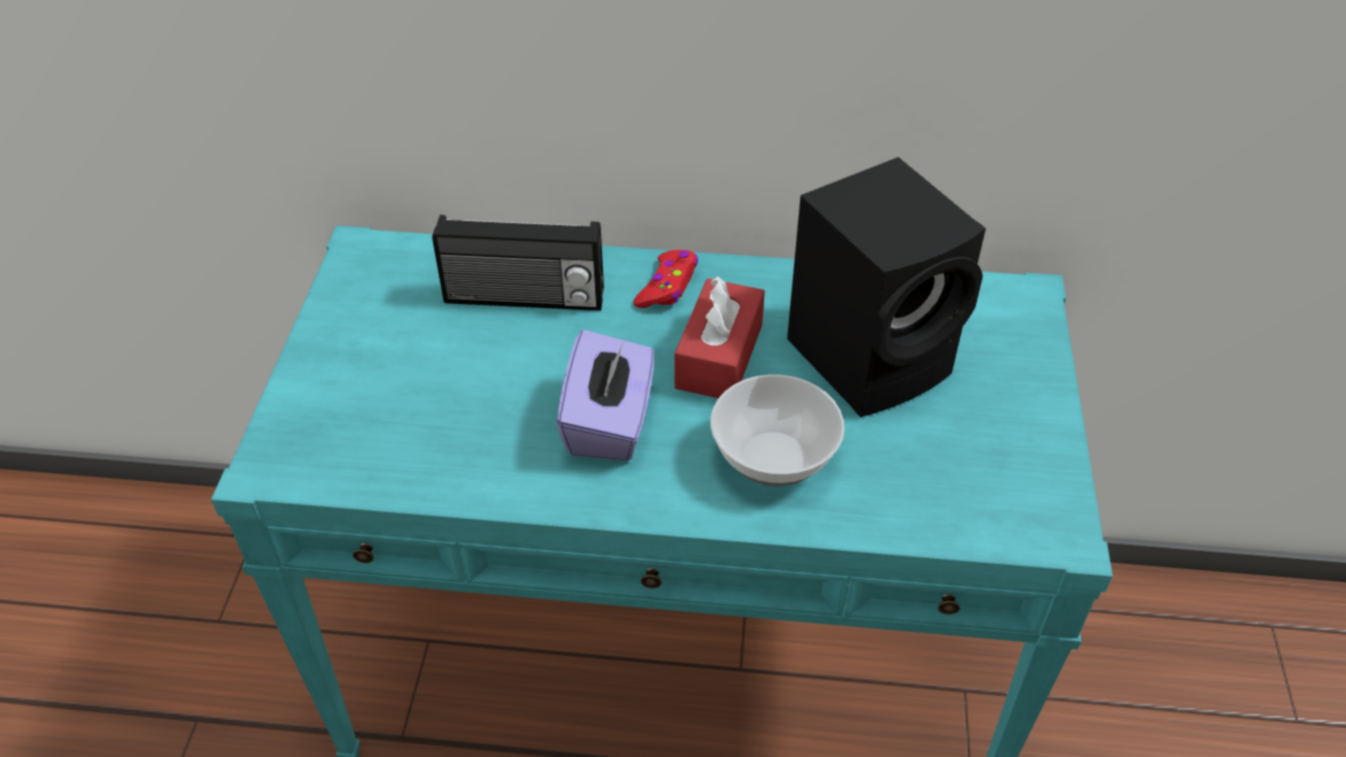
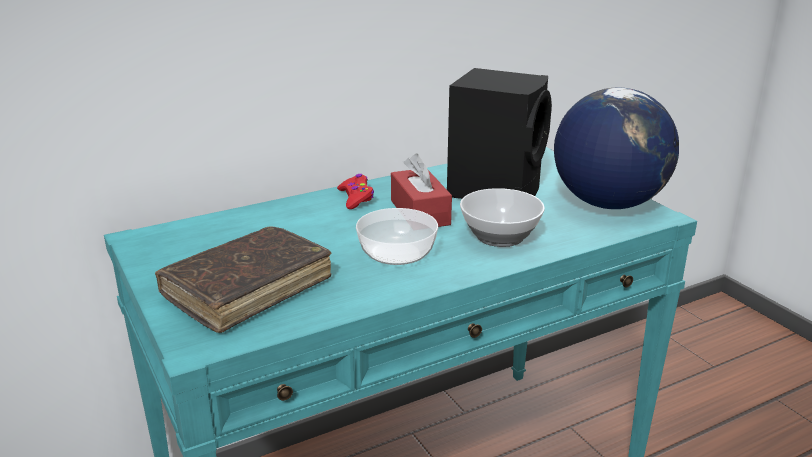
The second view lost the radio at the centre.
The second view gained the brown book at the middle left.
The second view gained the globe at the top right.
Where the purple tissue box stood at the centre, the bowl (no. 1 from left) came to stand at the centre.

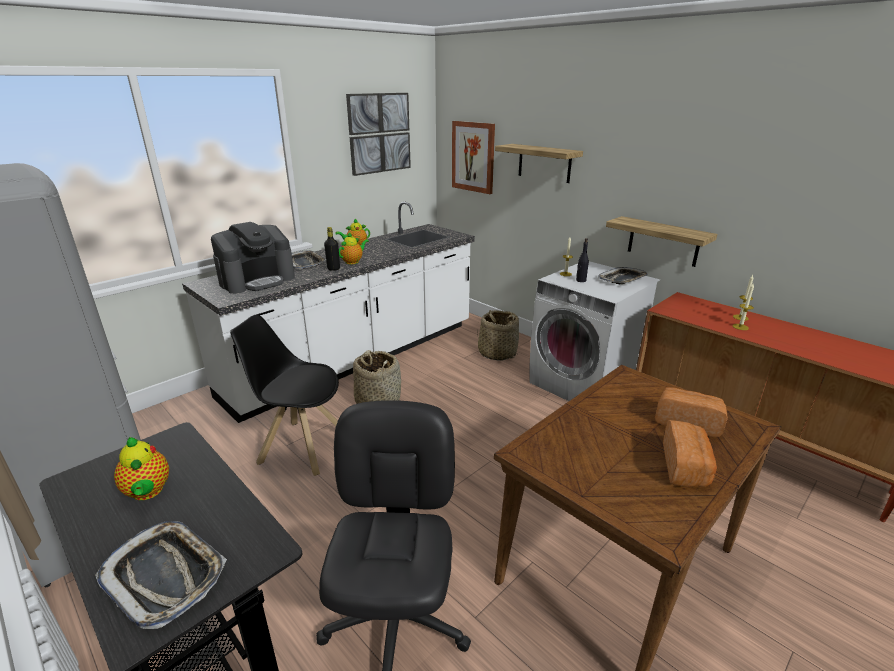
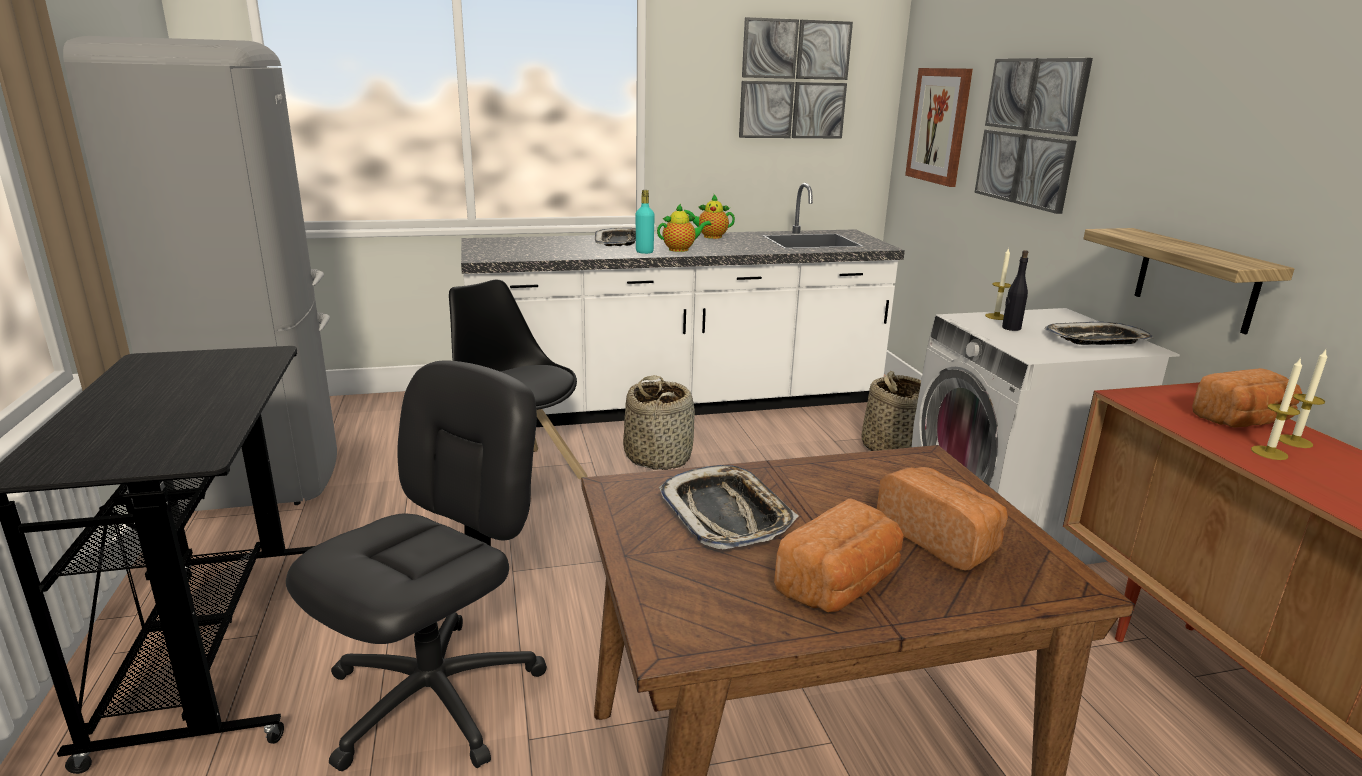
The second view lost the teapot (no. 1 from left) at the bottom left.
The second view lost the coffee machine at the middle left.
The second view gained the bread (no. 3 from left) at the middle right.
The tray (no. 1 from left in the first image) ended up elsewhere, having gone from the bottom left to the centre.
Where the shelf (no. 1 from left) hung at the top centre, the picture (no. 3 from left) came to hang at the top right.
What was the black bottle (no. 1 from left) at the centre turned into the turquoise bottle at the top centre.

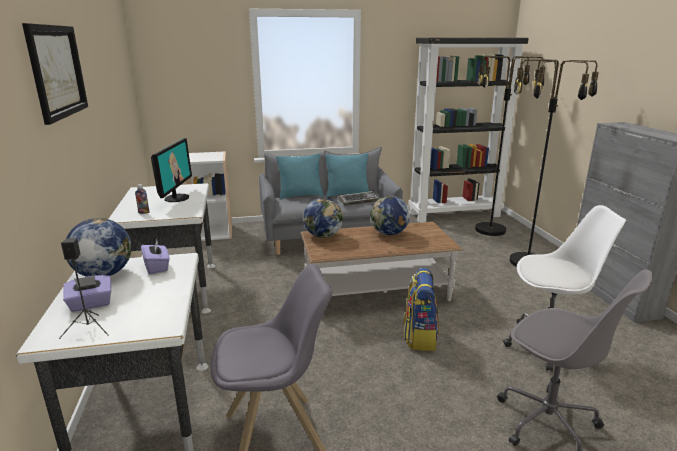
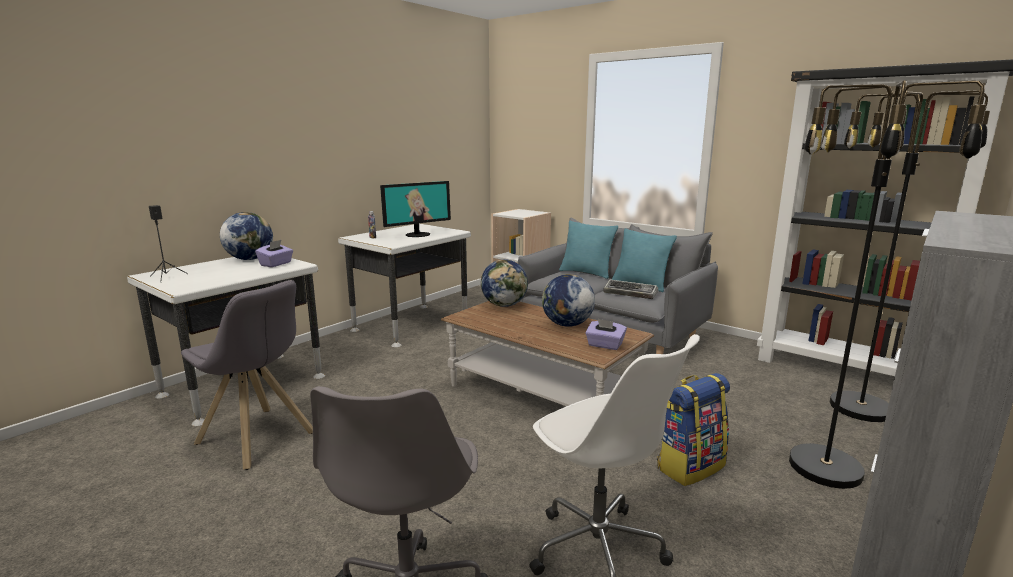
The second view lost the picture at the top left.
The purple tissue box (no. 1 from left in the first image) ended up elsewhere, having gone from the middle left to the centre.
The backpack ended up elsewhere, having gone from the bottom centre to the bottom right.

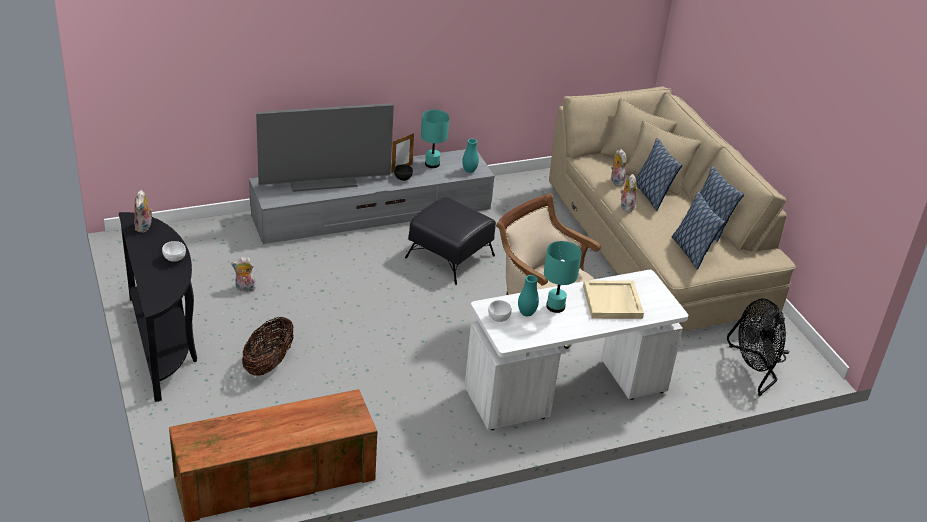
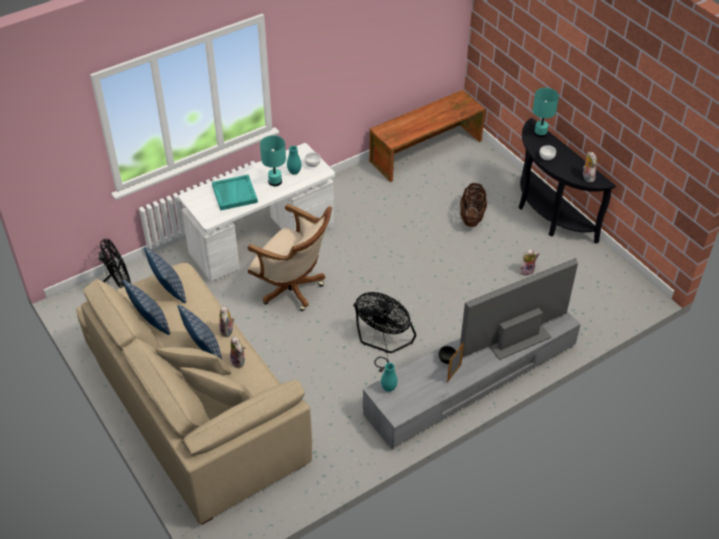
The turquoise table lamp (no. 1 from left in the first image) ended up elsewhere, having gone from the top centre to the top right.
Where the black ottoman stood at the centre, the black fan (no. 2 from left) came to stand at the centre.
What was the beige tray at the centre turned into the turquoise tray at the middle left.

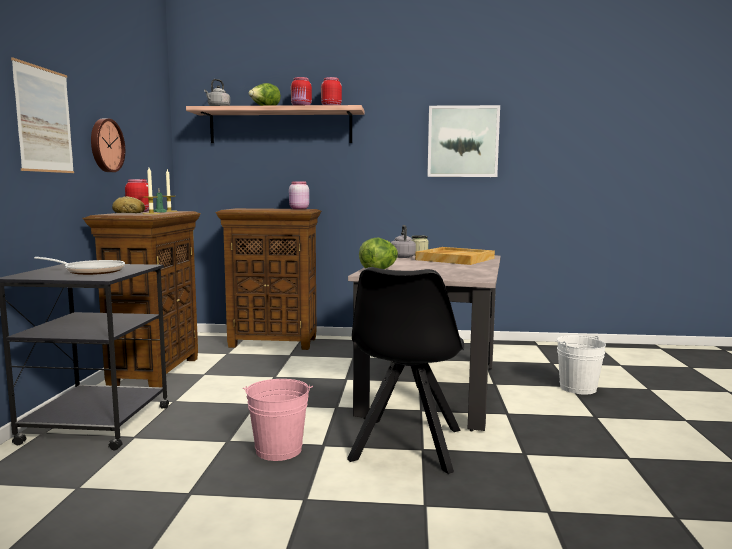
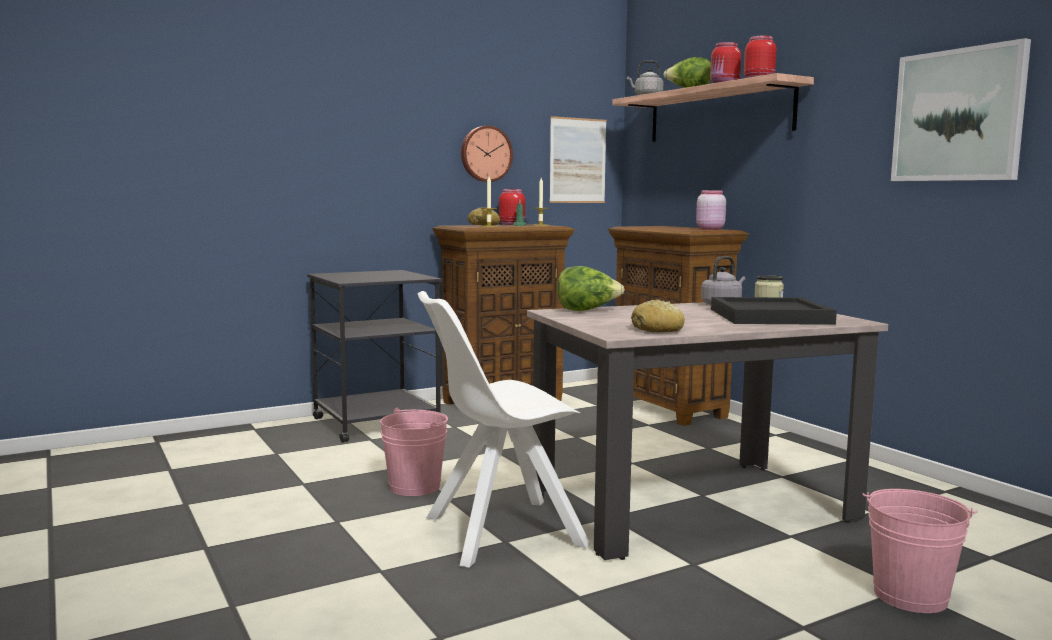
The second view lost the frying pan at the middle left.
The second view gained the bread (no. 2 from left) at the centre.
The picture (no. 1 from left) ended up elsewhere, having gone from the top left to the top centre.
What was the black chair at the bottom centre turned into the white chair at the bottom centre.
What was the beige tray at the centre turned into the black tray at the middle right.
What was the white bucket at the middle right turned into the pink bucket (no. 2 from left) at the bottom right.

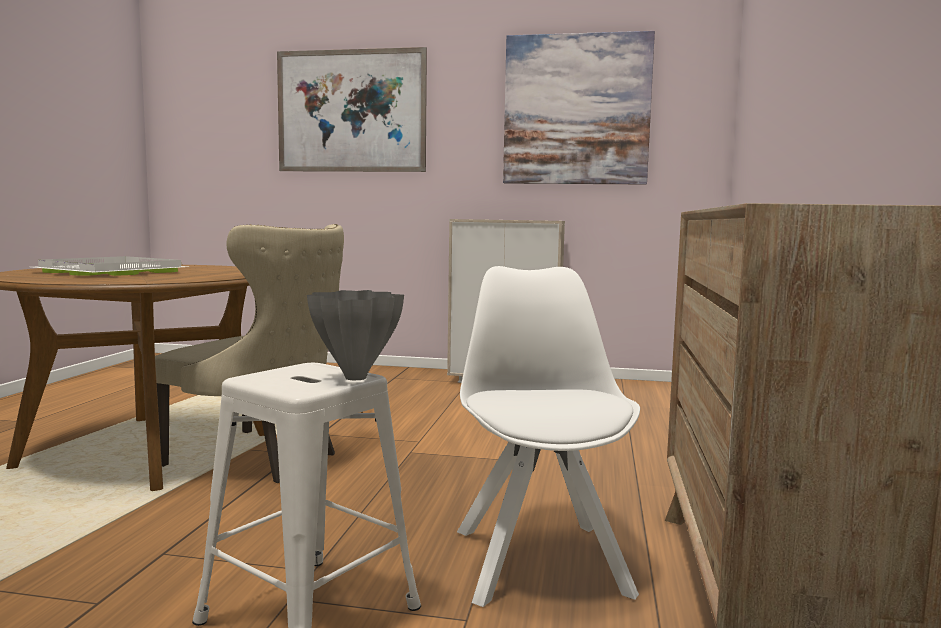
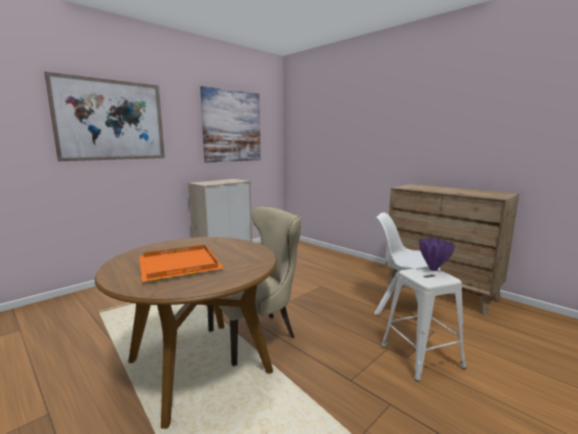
What was the white tray at the middle left turned into the orange tray at the middle left.
What was the grey vase at the centre turned into the purple vase at the middle right.

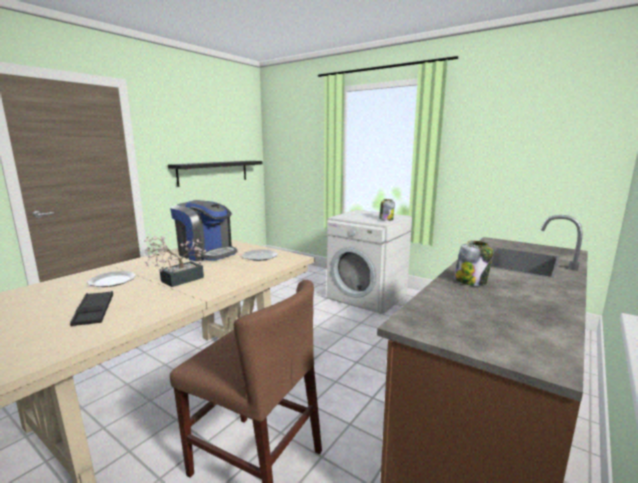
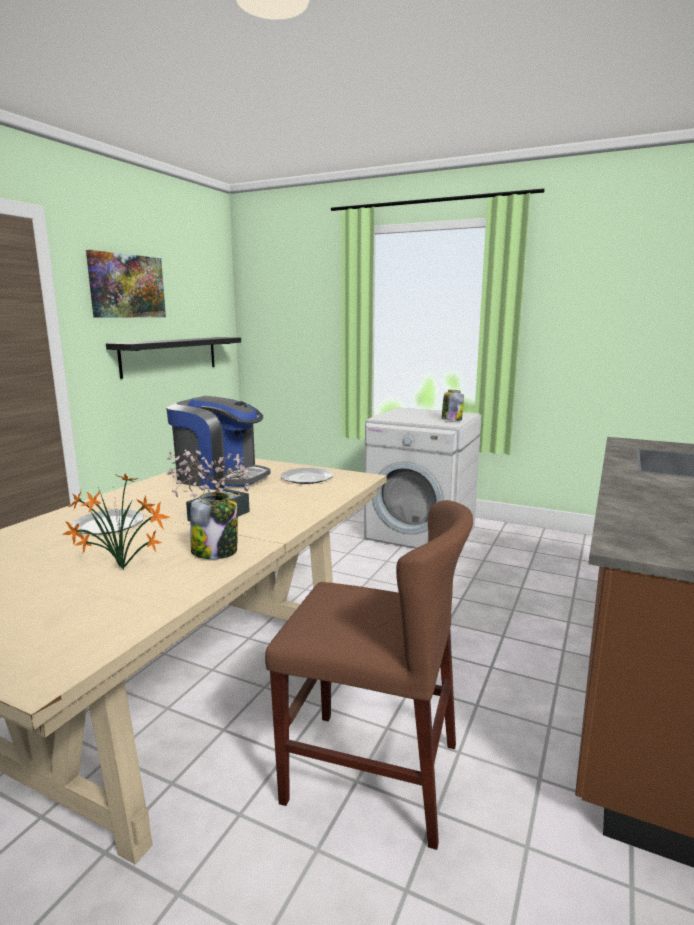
The second view gained the picture at the top left.
The jar (no. 2 from left in the first image) ended up elsewhere, having gone from the middle right to the middle left.
Where the black tray stood at the middle left, the potted plant (no. 1 from left) came to stand at the middle left.

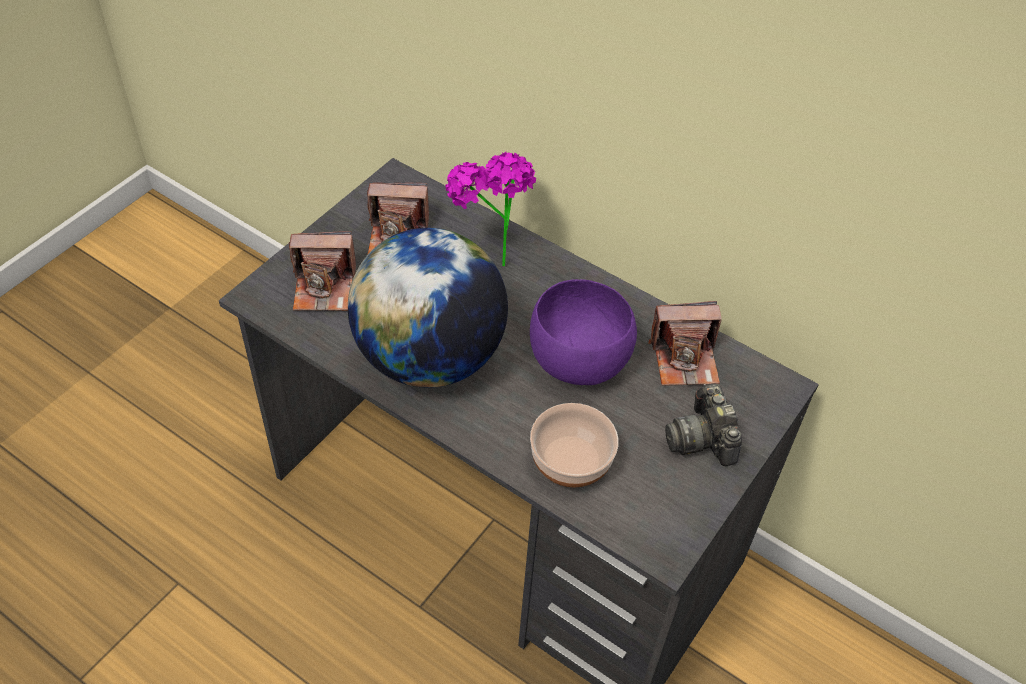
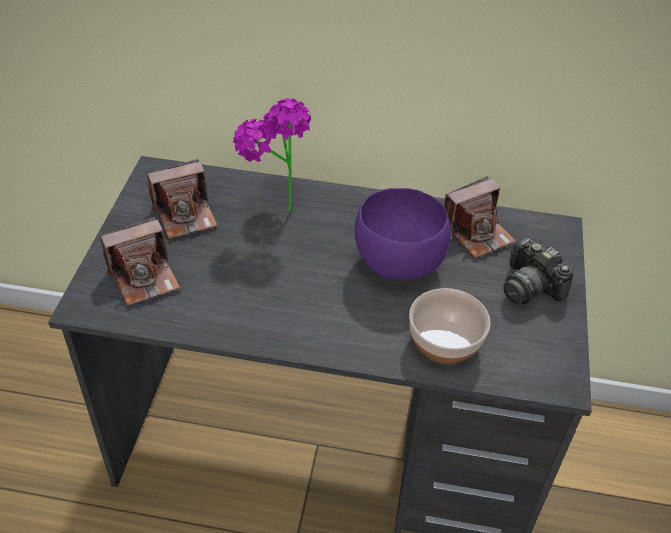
The second view lost the globe at the centre.

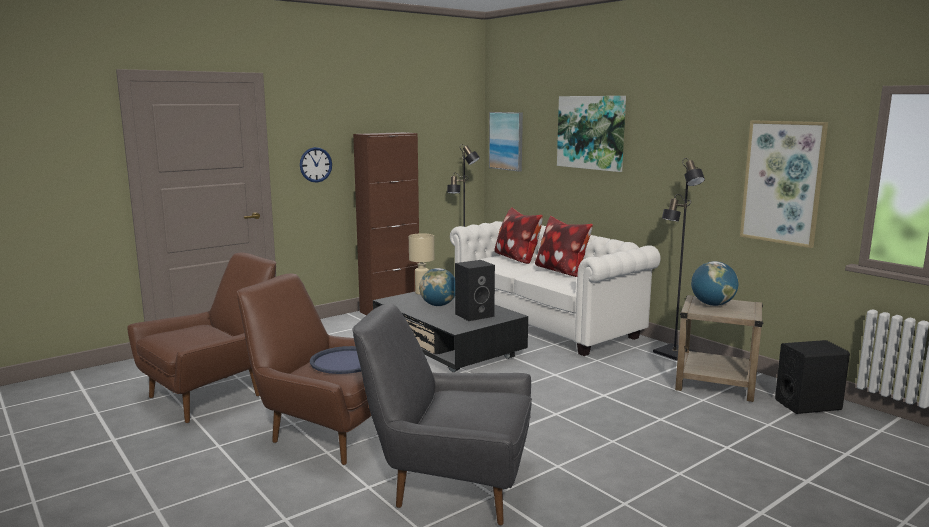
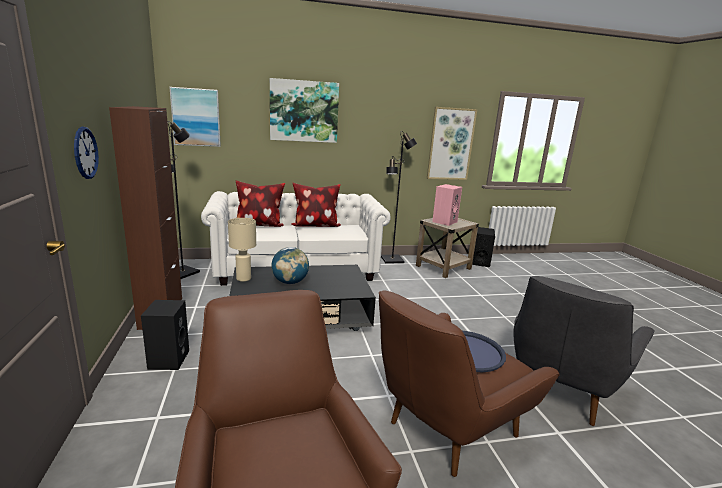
The black speaker (no. 1 from left) ended up elsewhere, having gone from the centre to the bottom left.
Where the globe (no. 2 from left) stood at the middle right, the pink speaker came to stand at the centre.

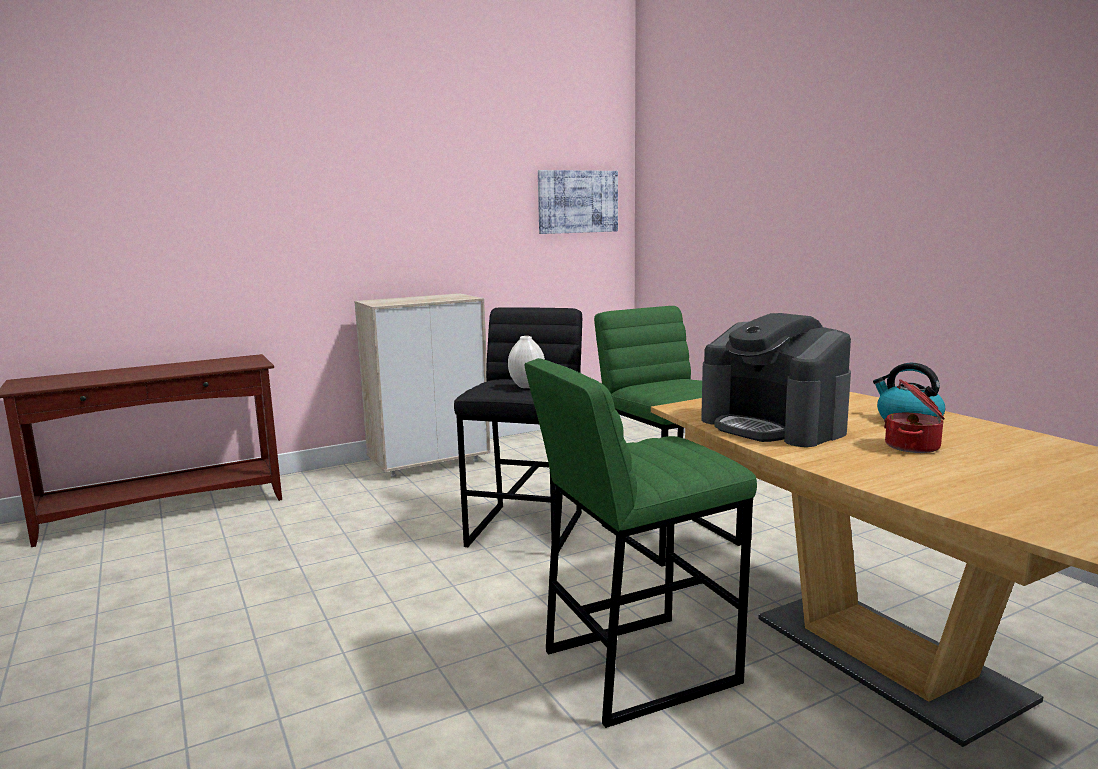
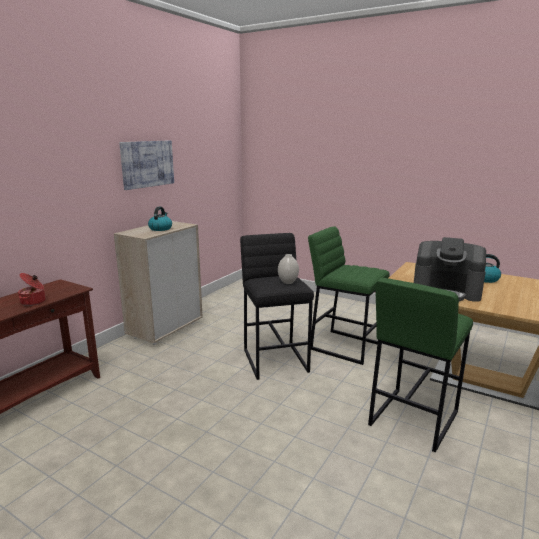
The second view gained the kettle (no. 1 from left) at the middle left.
The picture ended up elsewhere, having gone from the top centre to the top left.
The cooking pot ended up elsewhere, having gone from the middle right to the middle left.

